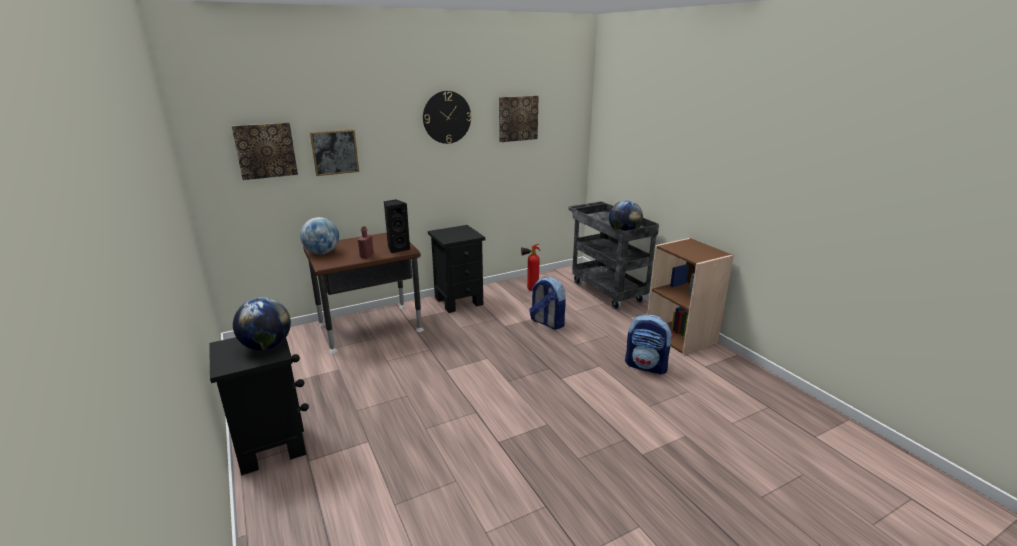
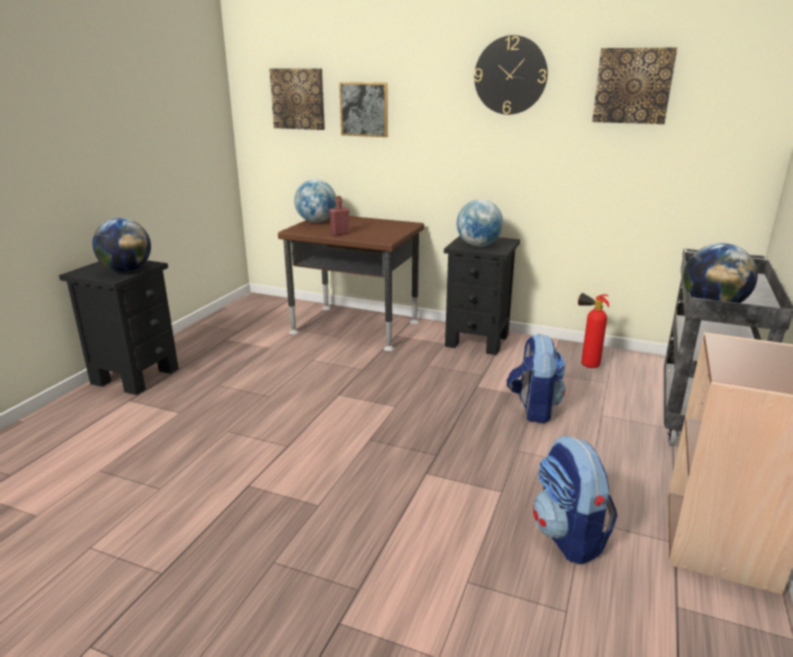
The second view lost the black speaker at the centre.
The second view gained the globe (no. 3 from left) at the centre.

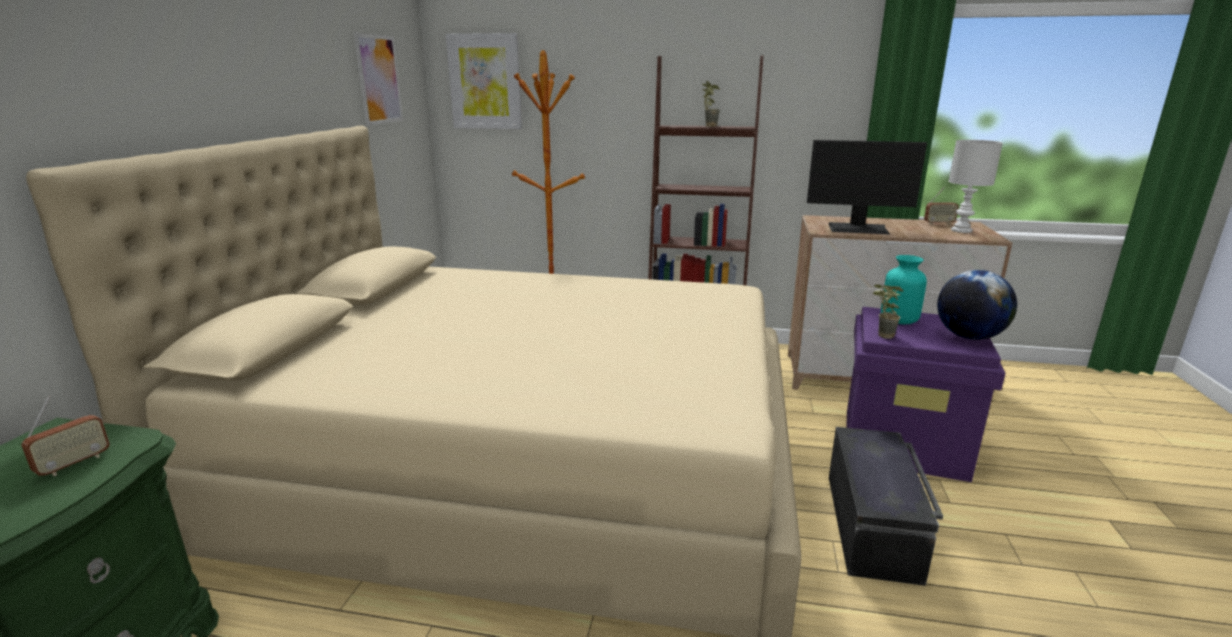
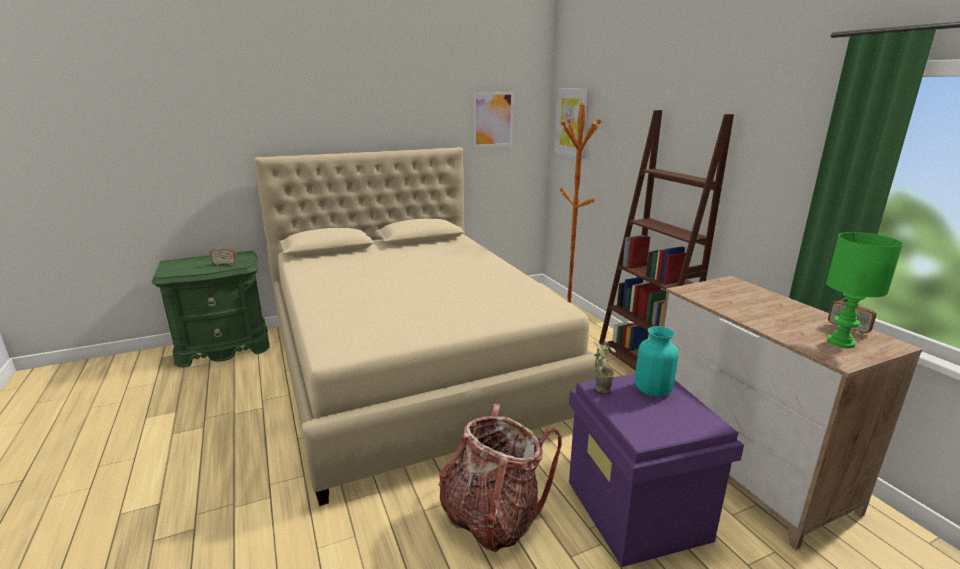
The second view lost the potted plant (no. 1 from left) at the top centre.
The second view lost the monitor at the top right.
The second view lost the globe at the middle right.
Where the black storage box stood at the bottom right, the backpack came to stand at the bottom centre.
What was the white table lamp at the top right turned into the green table lamp at the middle right.

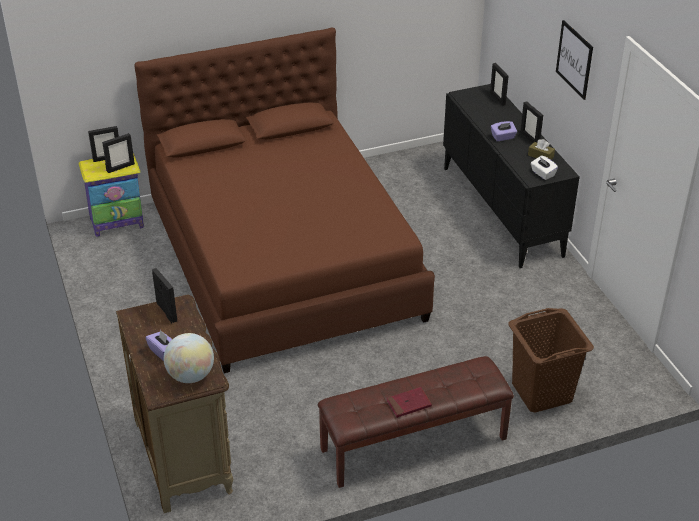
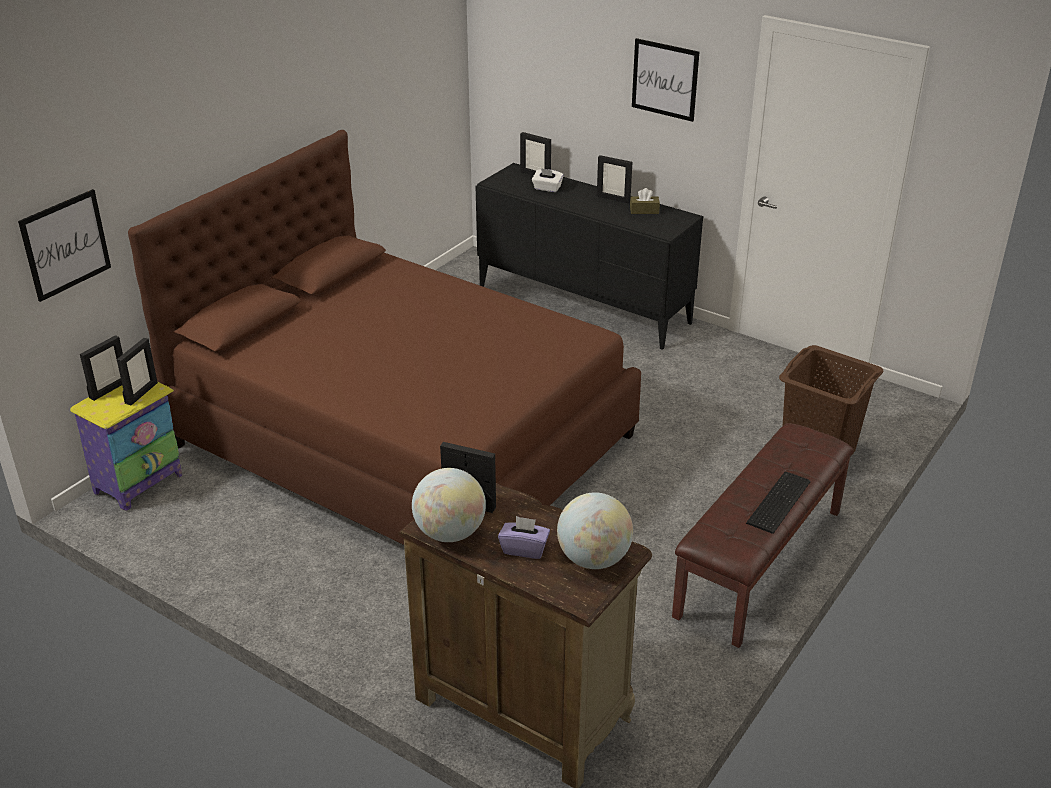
The second view lost the purple tissue box (no. 2 from left) at the top right.
The second view gained the picture (no. 1 from left) at the top left.
The second view gained the globe (no. 1 from left) at the centre.
The white tissue box ended up elsewhere, having gone from the top right to the top centre.
Where the red book stood at the bottom centre, the keyboard came to stand at the middle right.

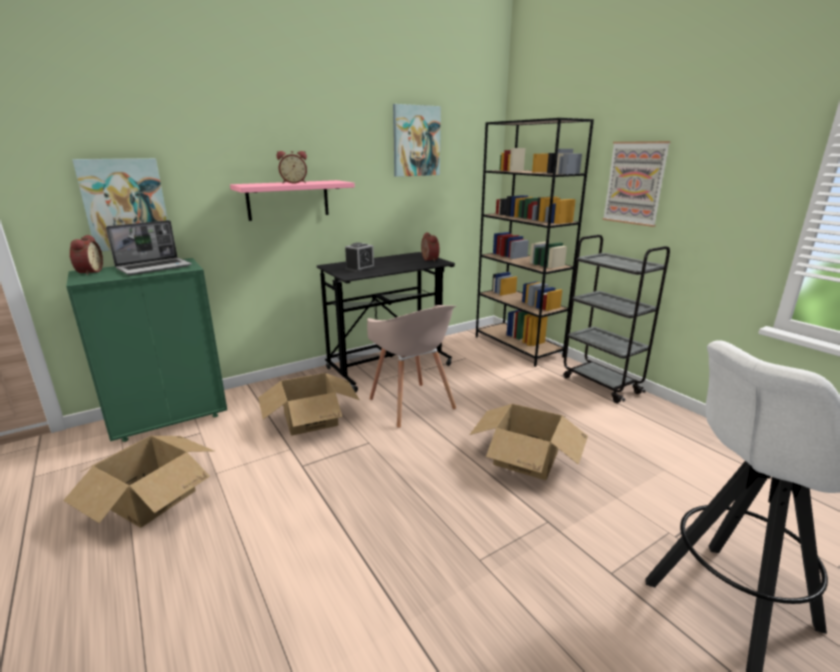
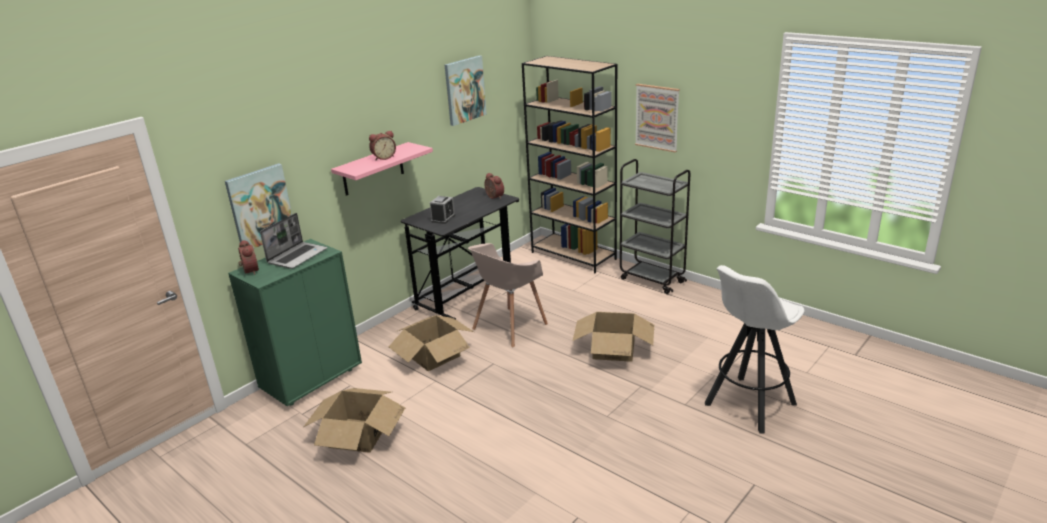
The beige chair at the centre ended up facing another way, 90 degrees clockwise from before.

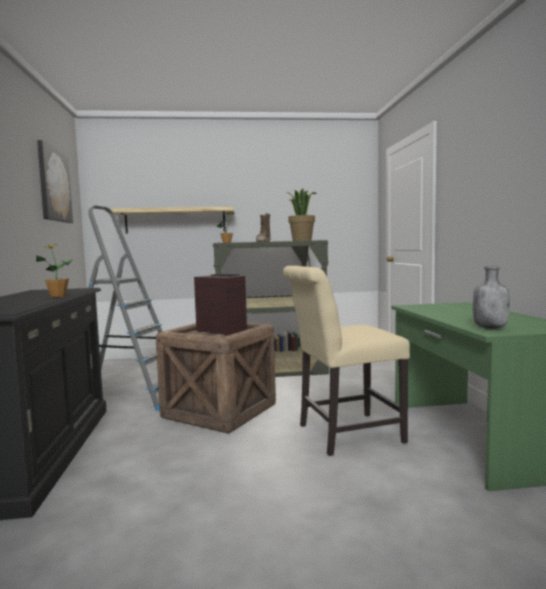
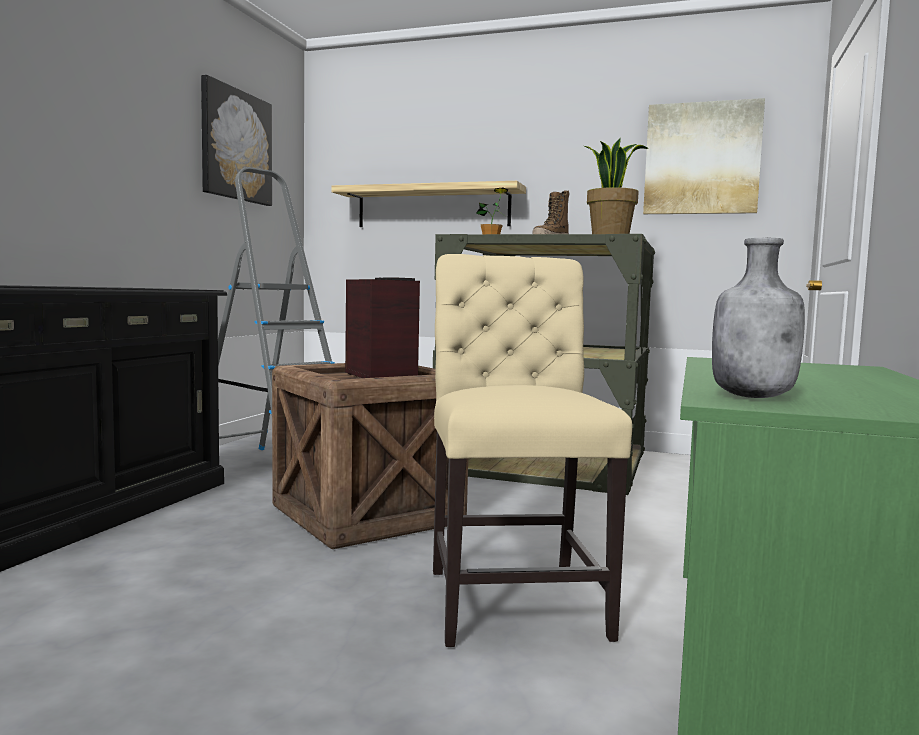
The second view lost the potted plant (no. 1 from left) at the middle left.
The second view gained the picture (no. 2 from left) at the top right.
The beige chair at the centre ended up facing another way, 75 degrees clockwise from before.

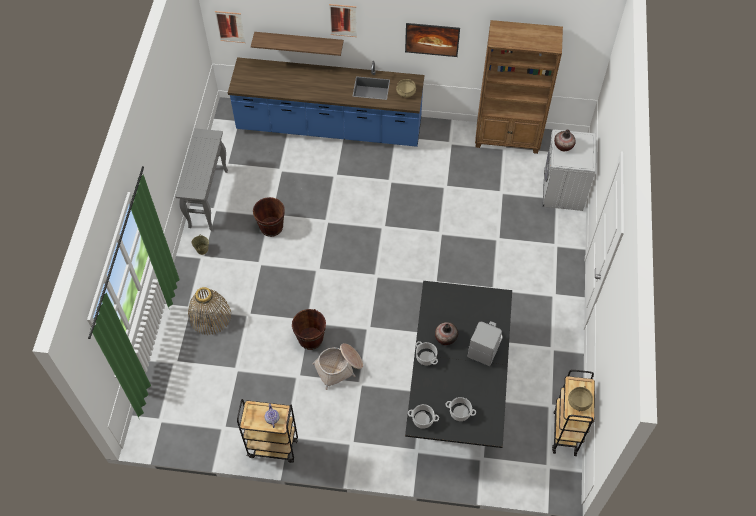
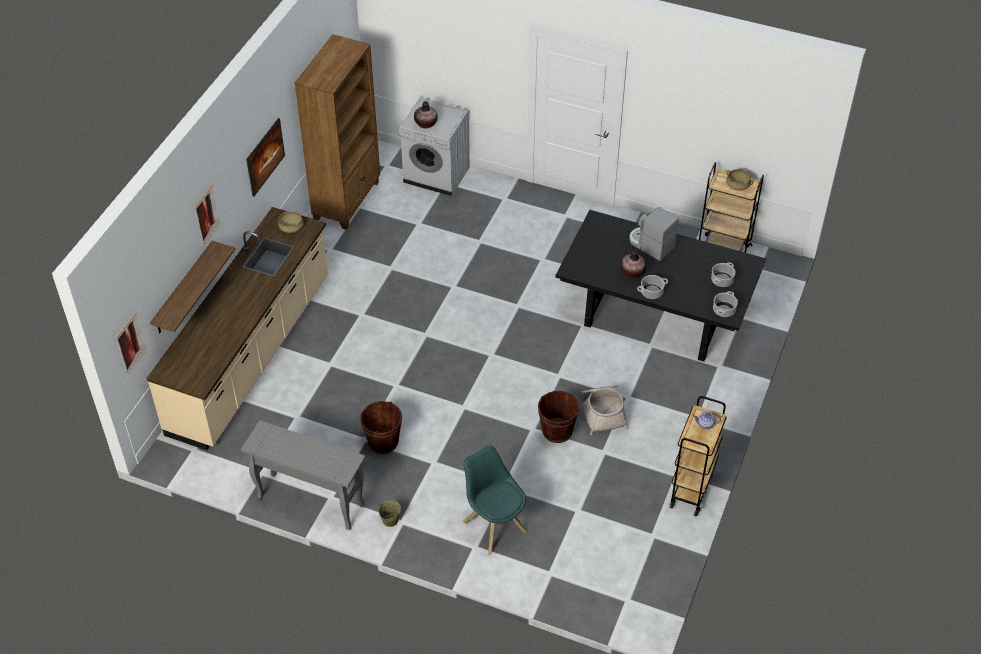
Where the basket (no. 1 from left) stood at the middle left, the turquoise chair came to stand at the bottom centre.
What was the blue counter at the top centre turned into the beige counter at the middle left.

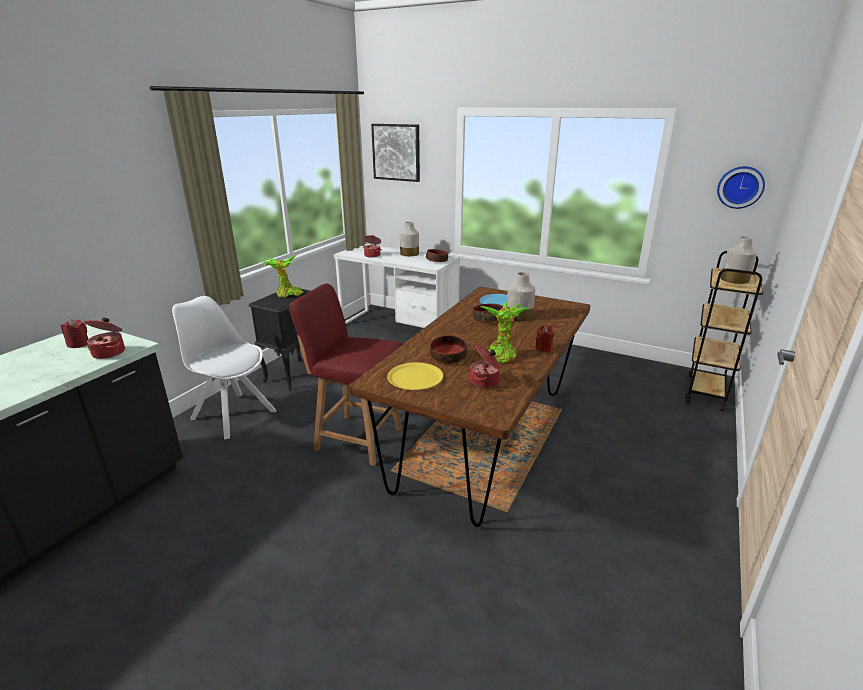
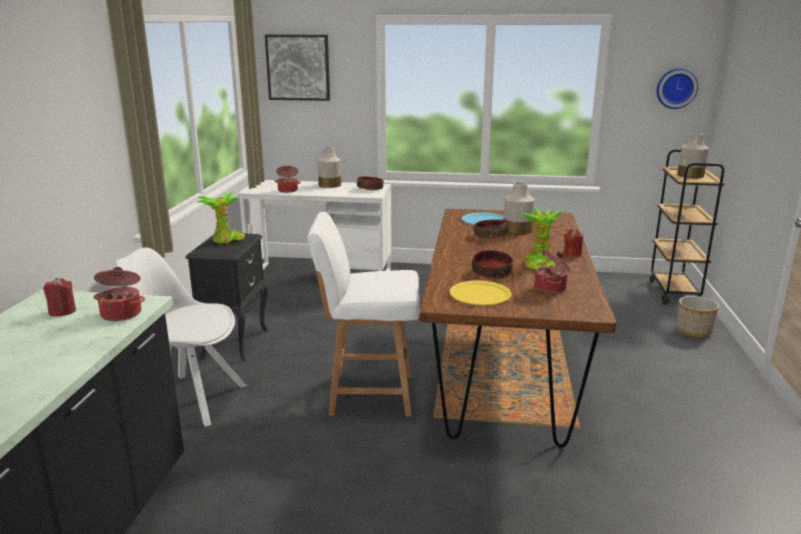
The second view gained the planter at the middle right.
What was the red chair at the centre turned into the white chair (no. 2 from left) at the centre.

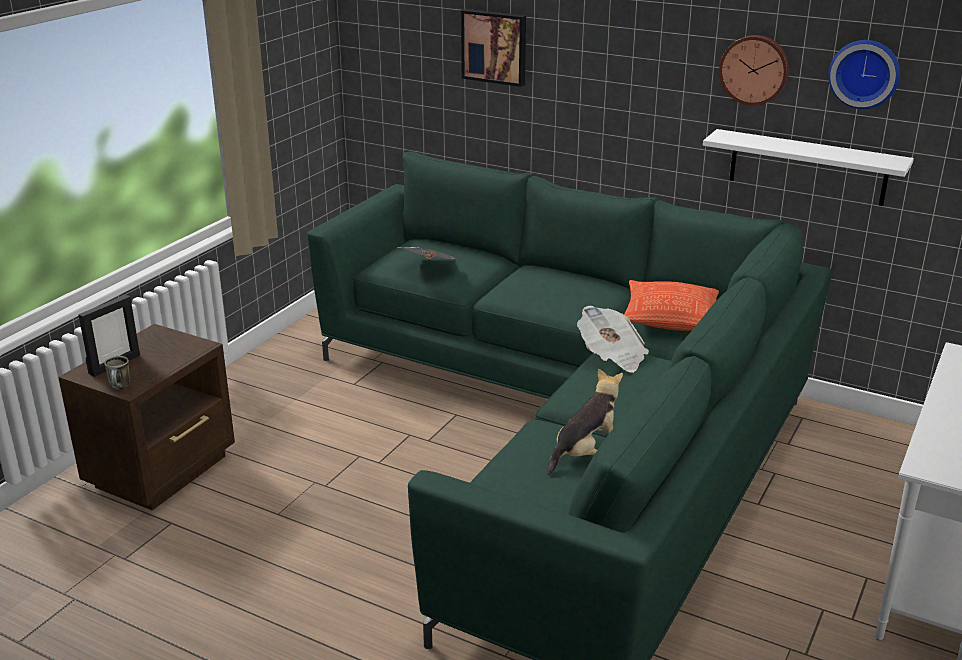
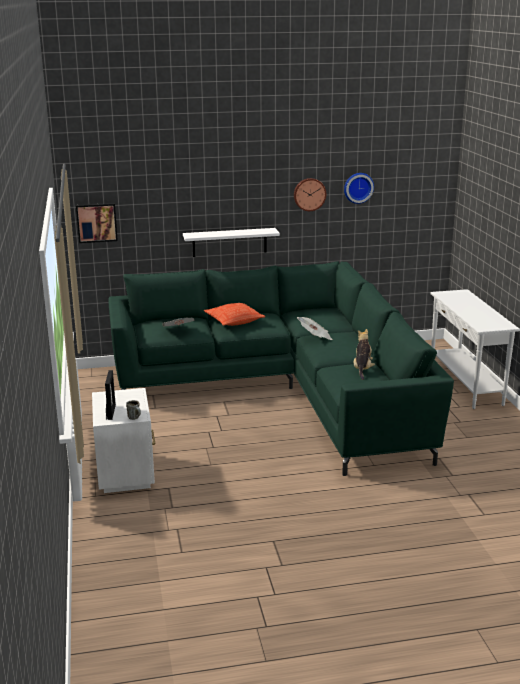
The picture ended up elsewhere, having gone from the top centre to the top left.
The orange pillow ended up elsewhere, having gone from the middle right to the centre.
The white shelf ended up elsewhere, having gone from the top right to the centre.
What was the brown nightstand at the middle left turned into the white nightstand at the middle left.

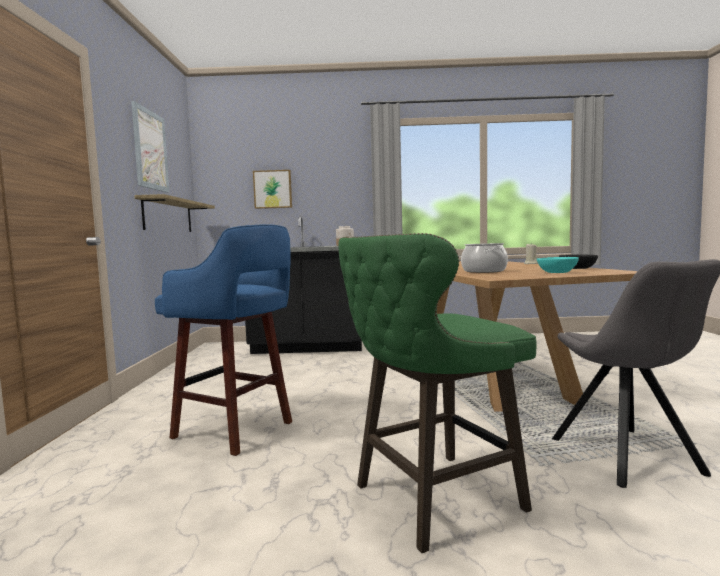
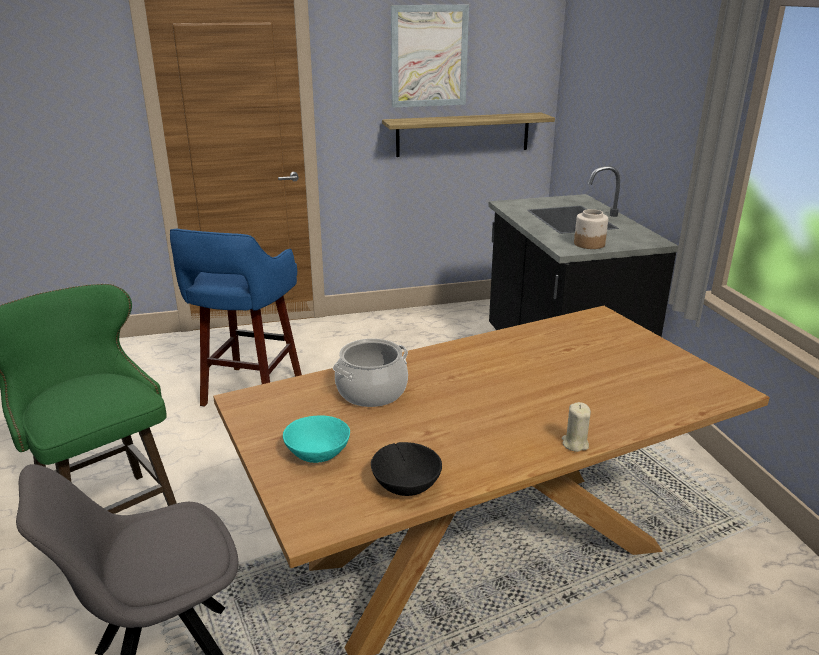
The second view lost the picture (no. 2 from left) at the top centre.

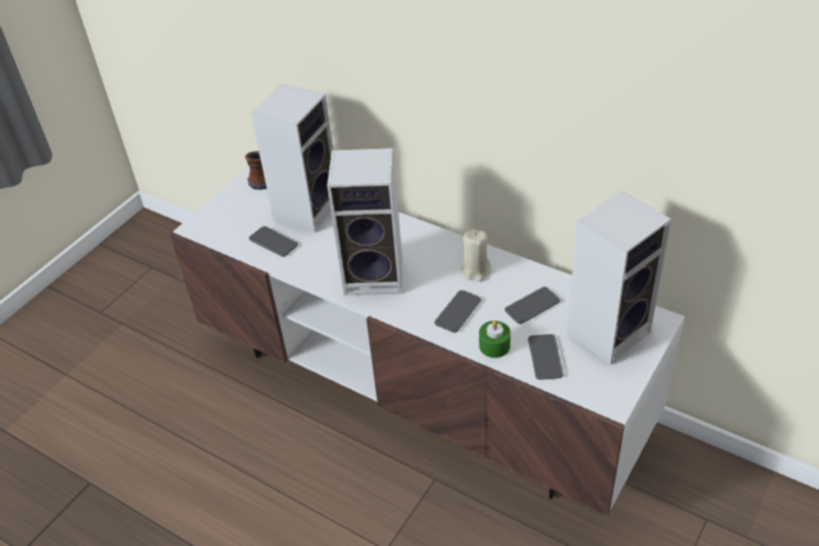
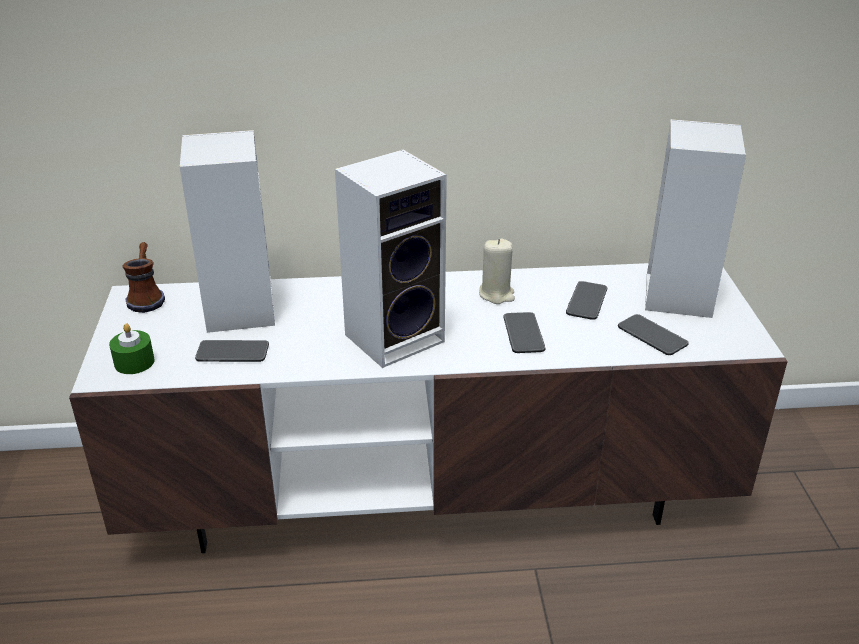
The green candle ended up elsewhere, having gone from the centre to the middle left.

